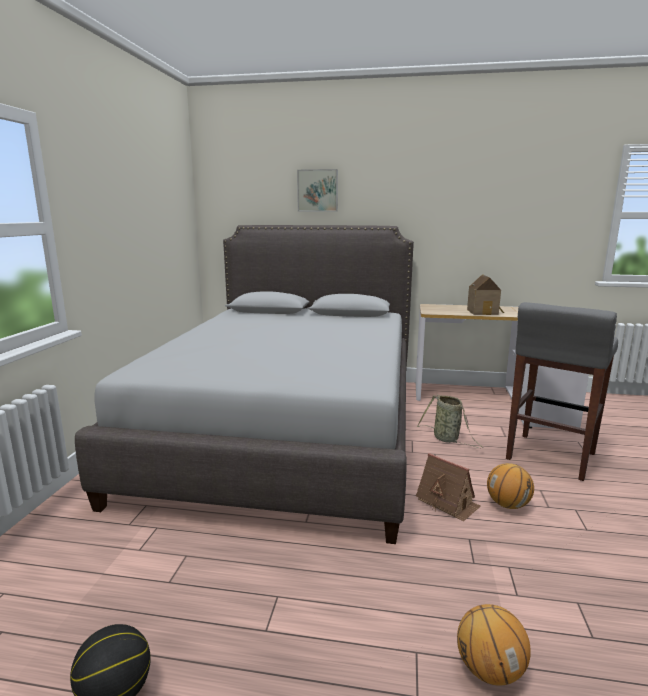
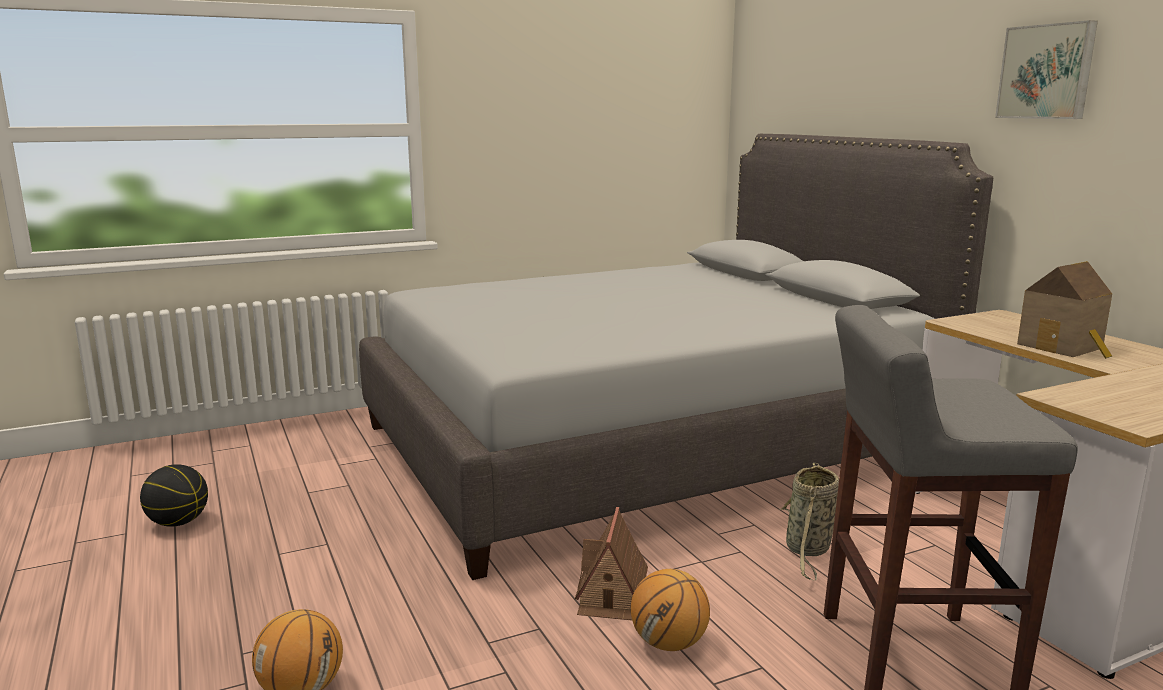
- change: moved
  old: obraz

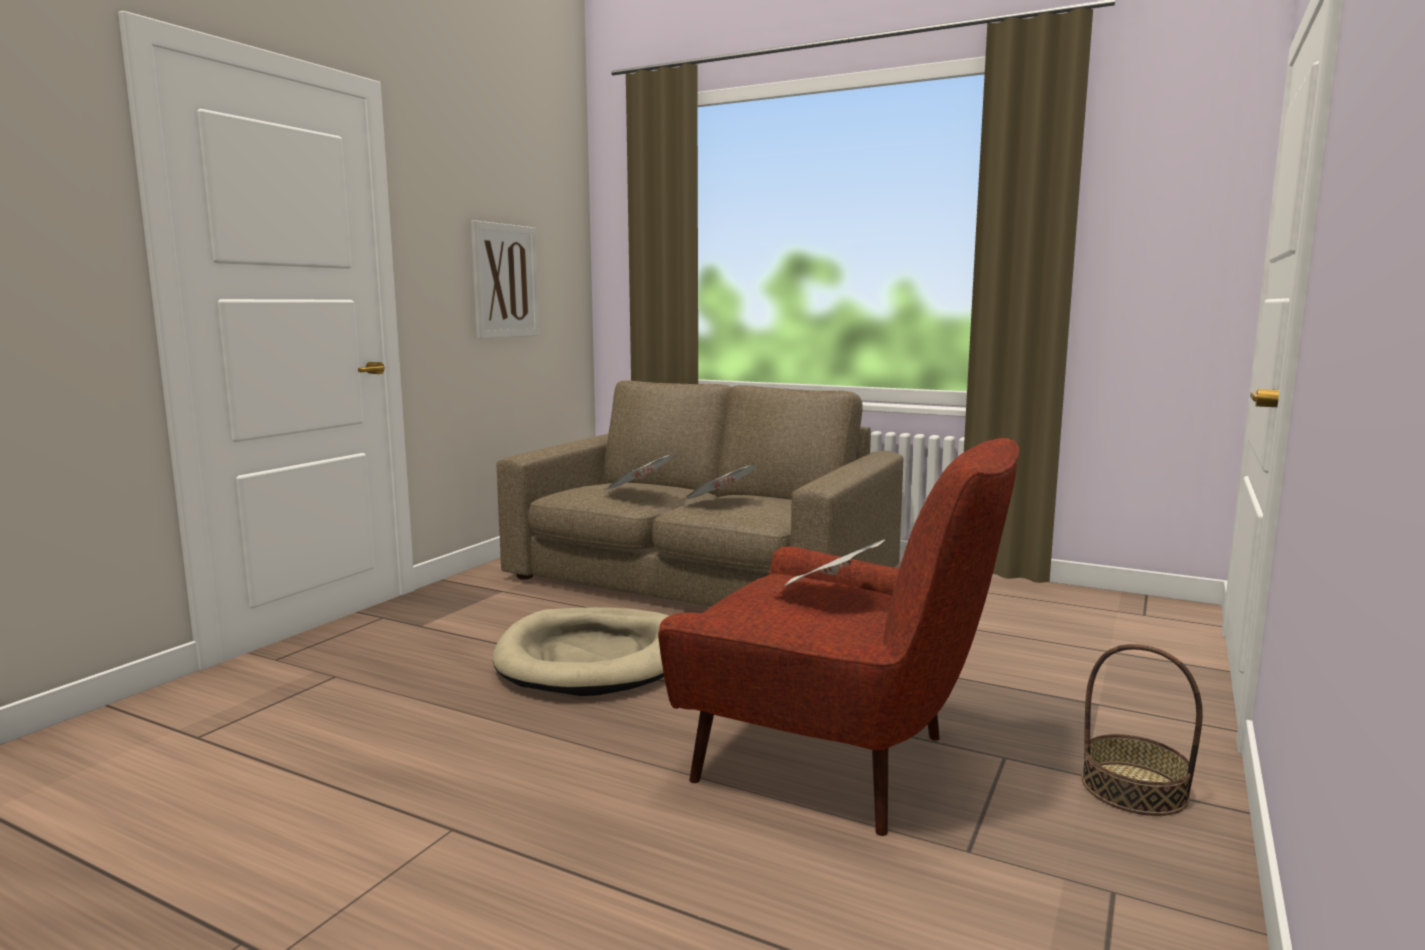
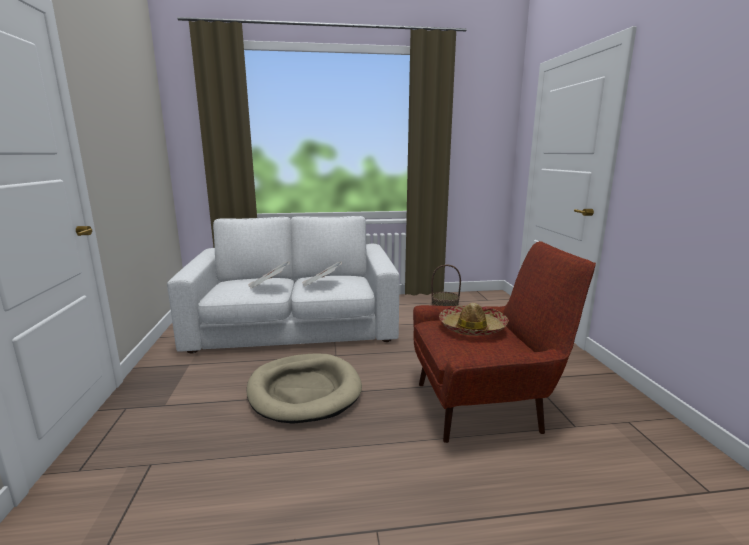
- change: removed
  old: obraz
- change: recoloured
  old: kanapa (brązowy)
  new: kanapa (biały)
- change: replaced
  old: gazeta (3rd from left)
  new: kapelusz
- change: moved
  old: koszyk

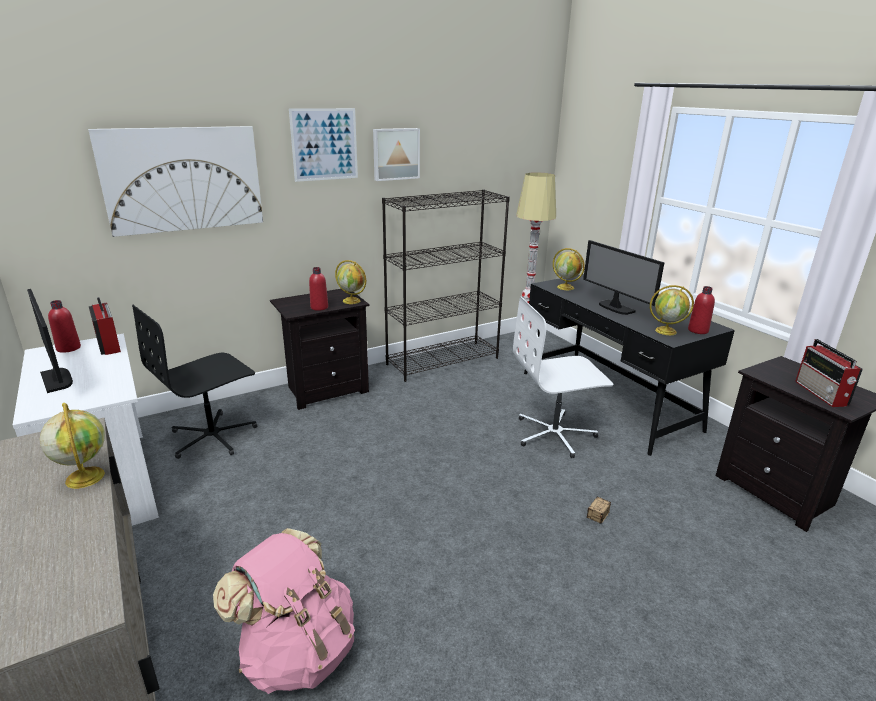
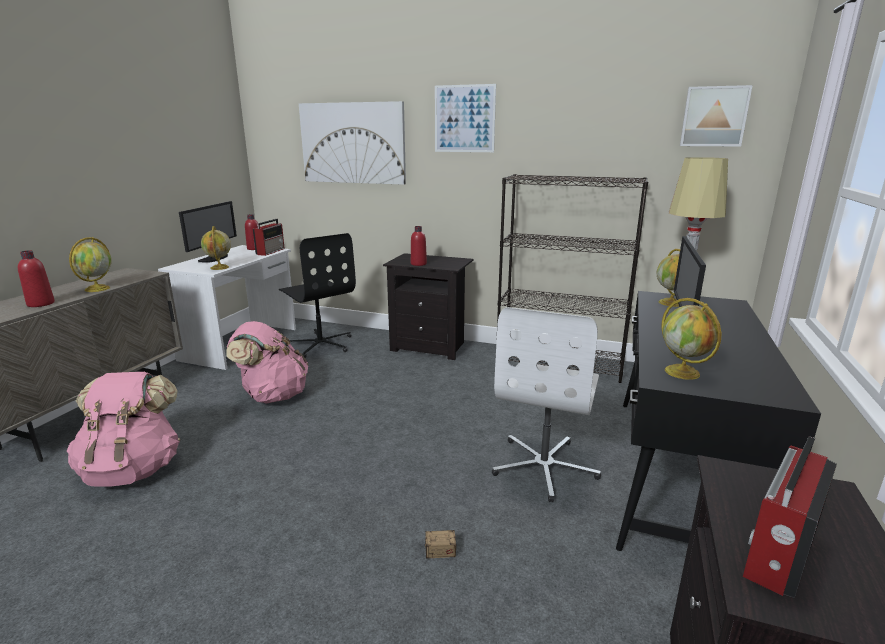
- change: turned
  old: krzesło biurowe (czarny)
  degrees: -135
- change: moved
  old: globus (2nd from left)
- change: moved
  old: obraz (3rd from left)
- change: turned
  old: krzesło biurowe (biały)
  degrees: -105
- change: moved
  old: butelka (czerwony) (3rd from left in the first image)
  new: butelka (czerwony) (1st from left)
- change: added
  new: plecak (różowy) (2nd from left)

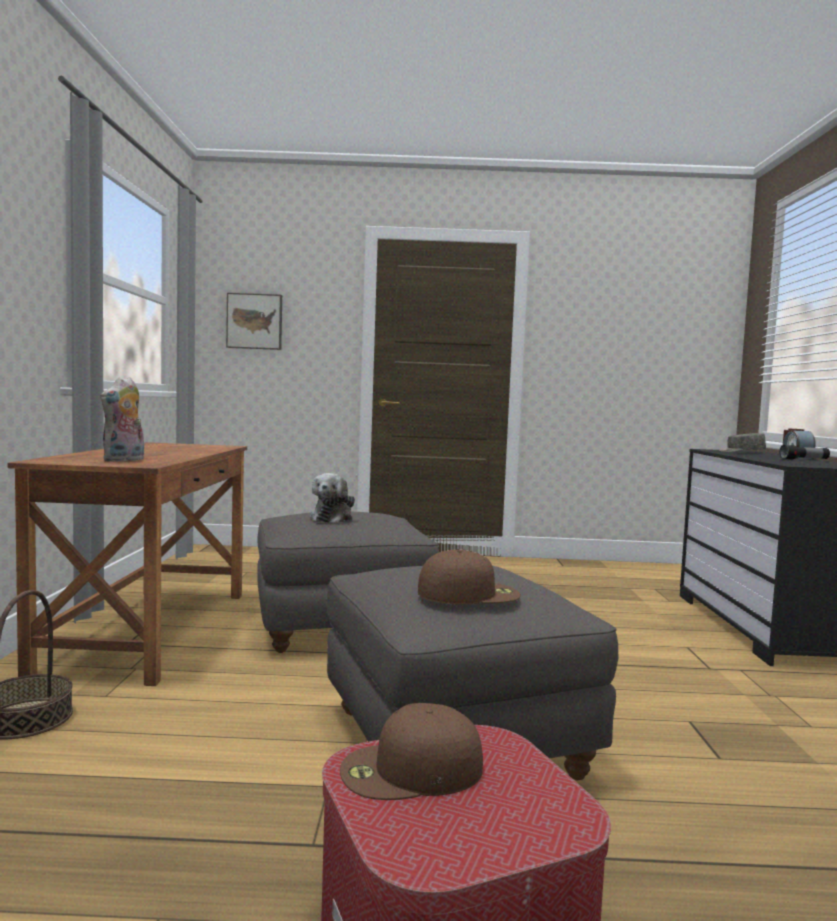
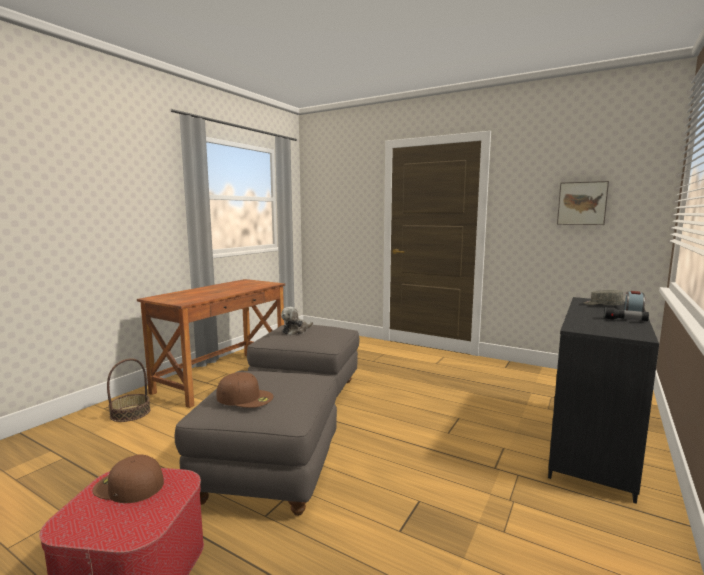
- change: removed
  old: pluszak (1st from left)
- change: moved
  old: obraz

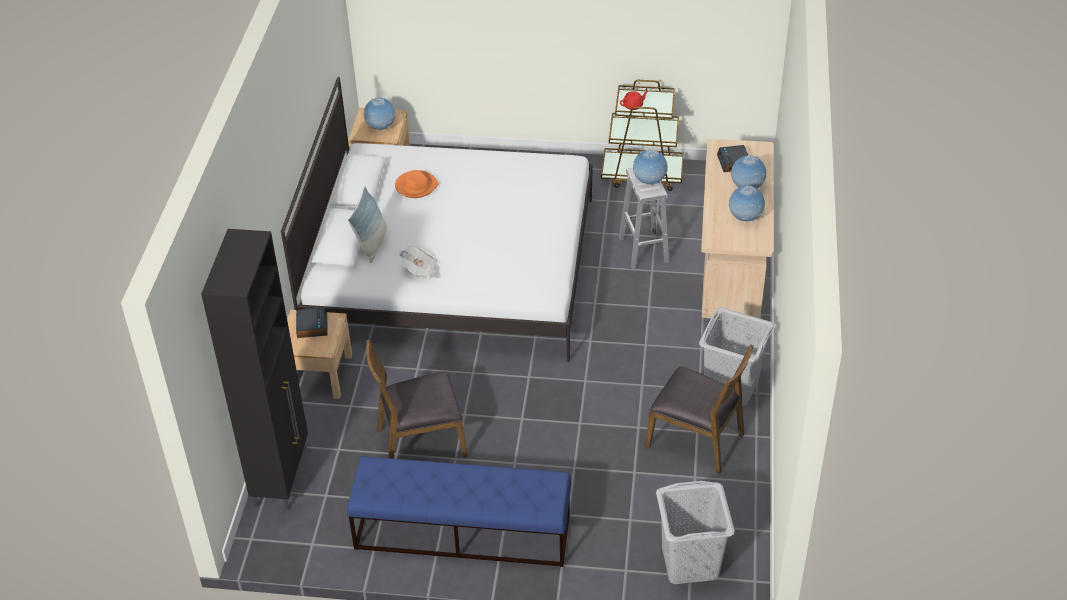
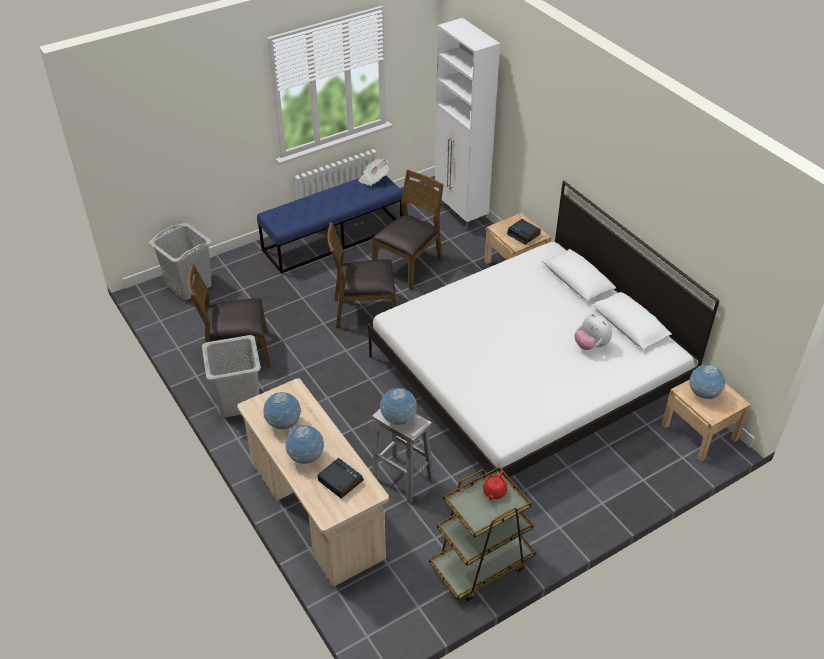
- change: recoloured
  old: szafka (czarny)
  new: szafka (biały)
- change: removed
  old: poduszka
- change: replaced
  old: kapelusz (pomarańczowy)
  new: pluszak
- change: moved
  old: gazeta
- change: added
  new: krzesło (brązowy) (2nd from left)

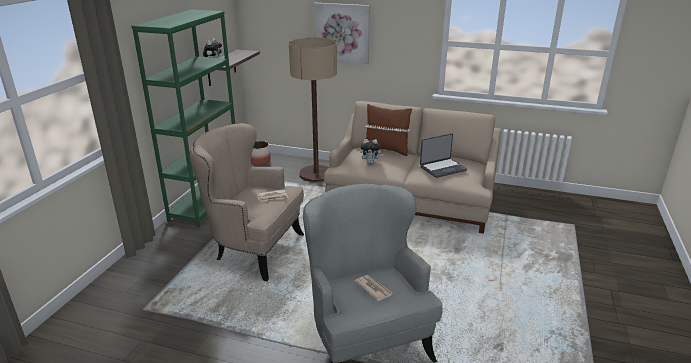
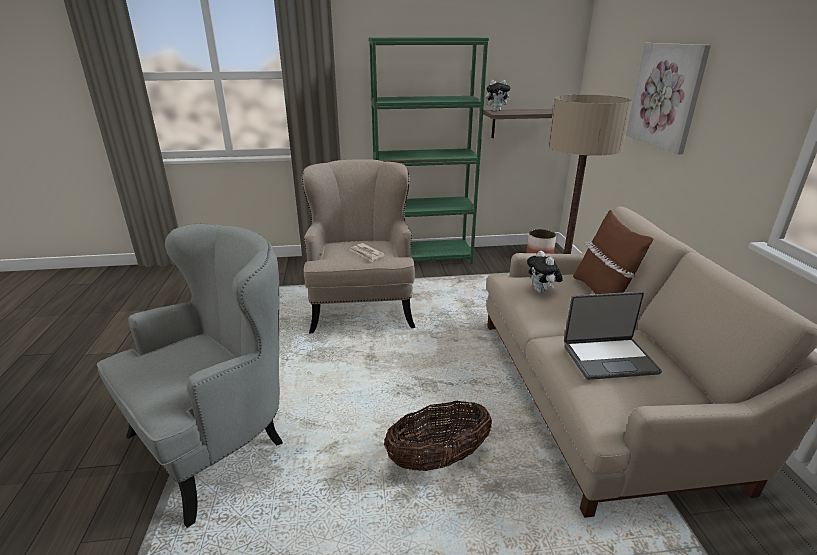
- change: removed
  old: gazeta (2nd from left)
- change: turned
  old: laptop
  degrees: -45
- change: added
  new: koszyk

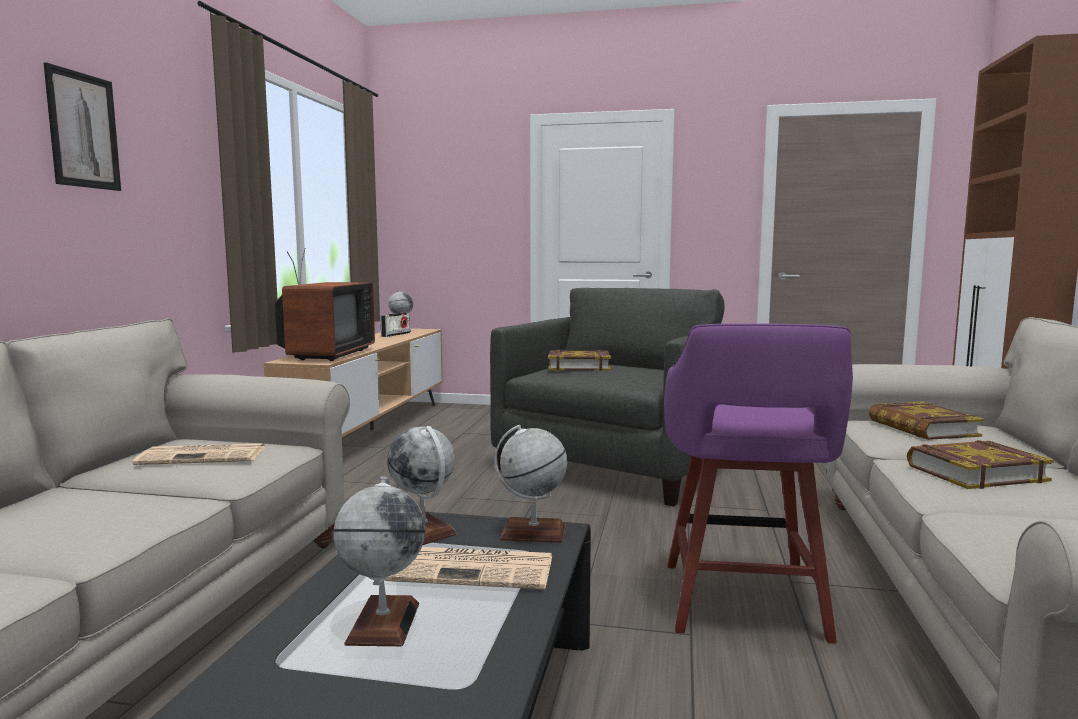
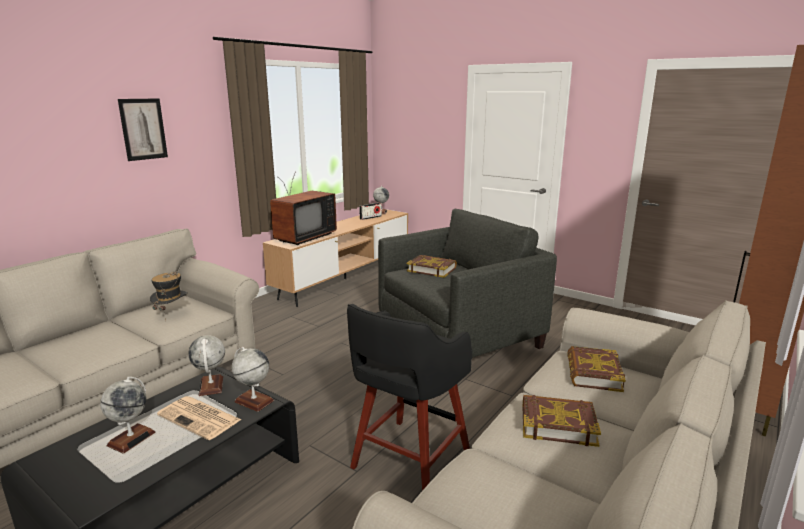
- change: replaced
  old: gazeta (1st from left)
  new: kapelusz
- change: recoloured
  old: stołek (fioletowy)
  new: stołek (czarny)

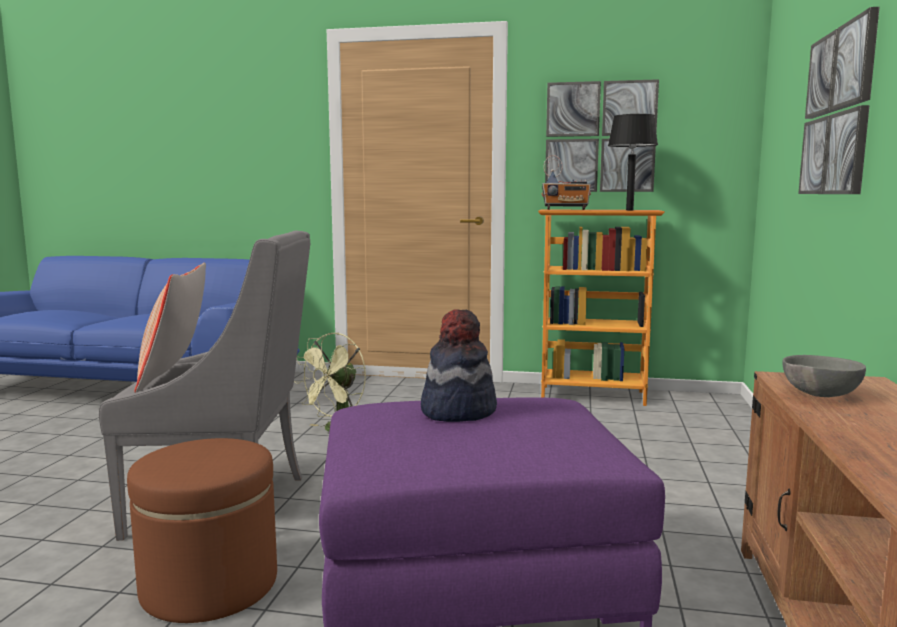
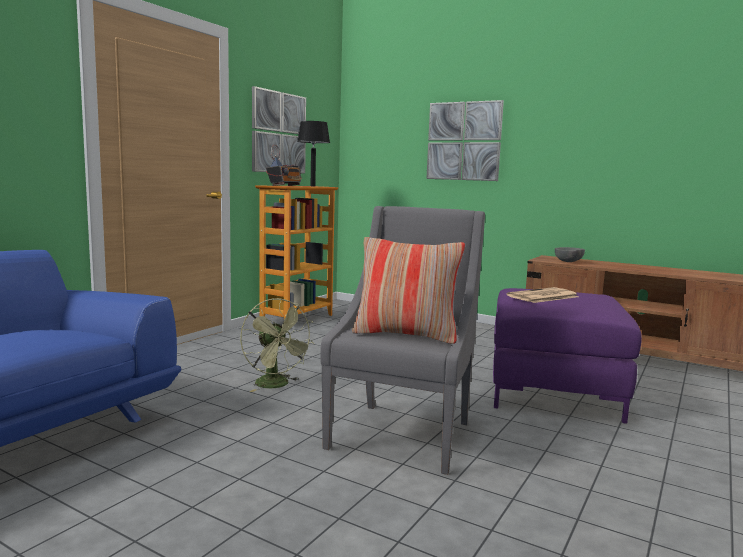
- change: removed
  old: pufa (brązowy)
- change: replaced
  old: kapelusz
  new: gazeta

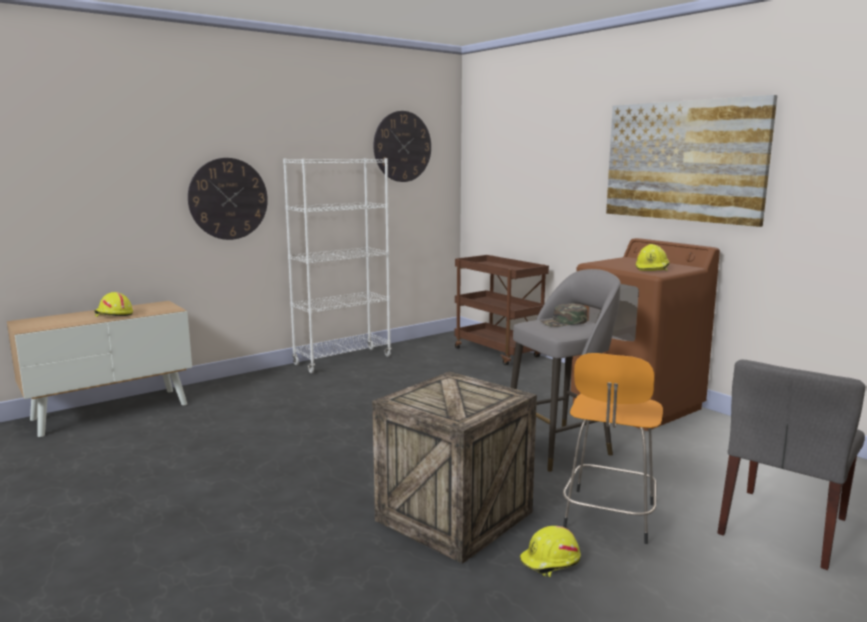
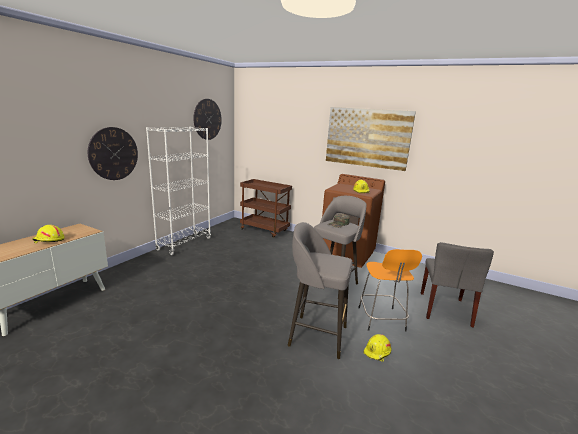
- change: replaced
  old: skrzynka
  new: stołek (szary) (1st from left)

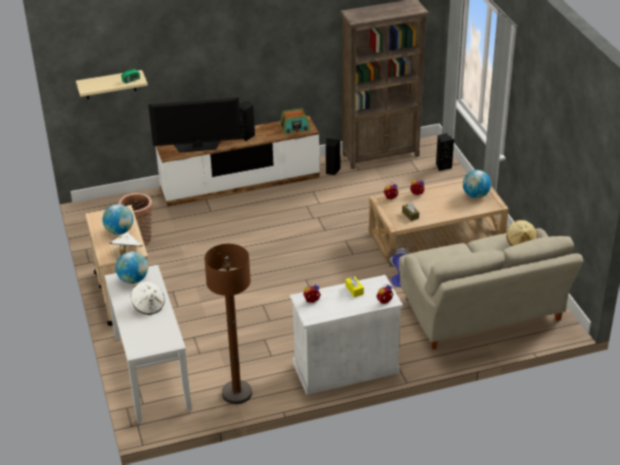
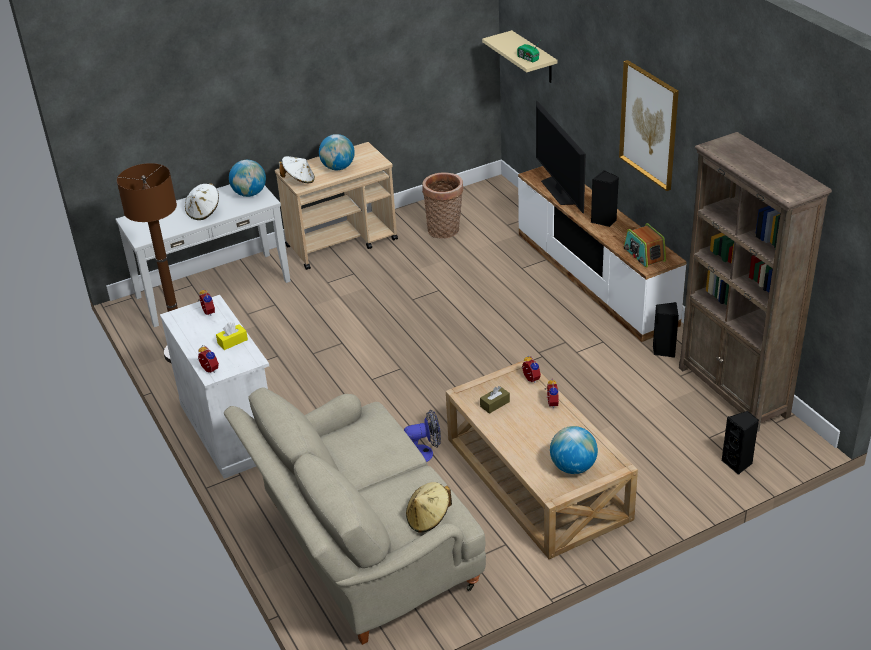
- change: added
  new: obraz

